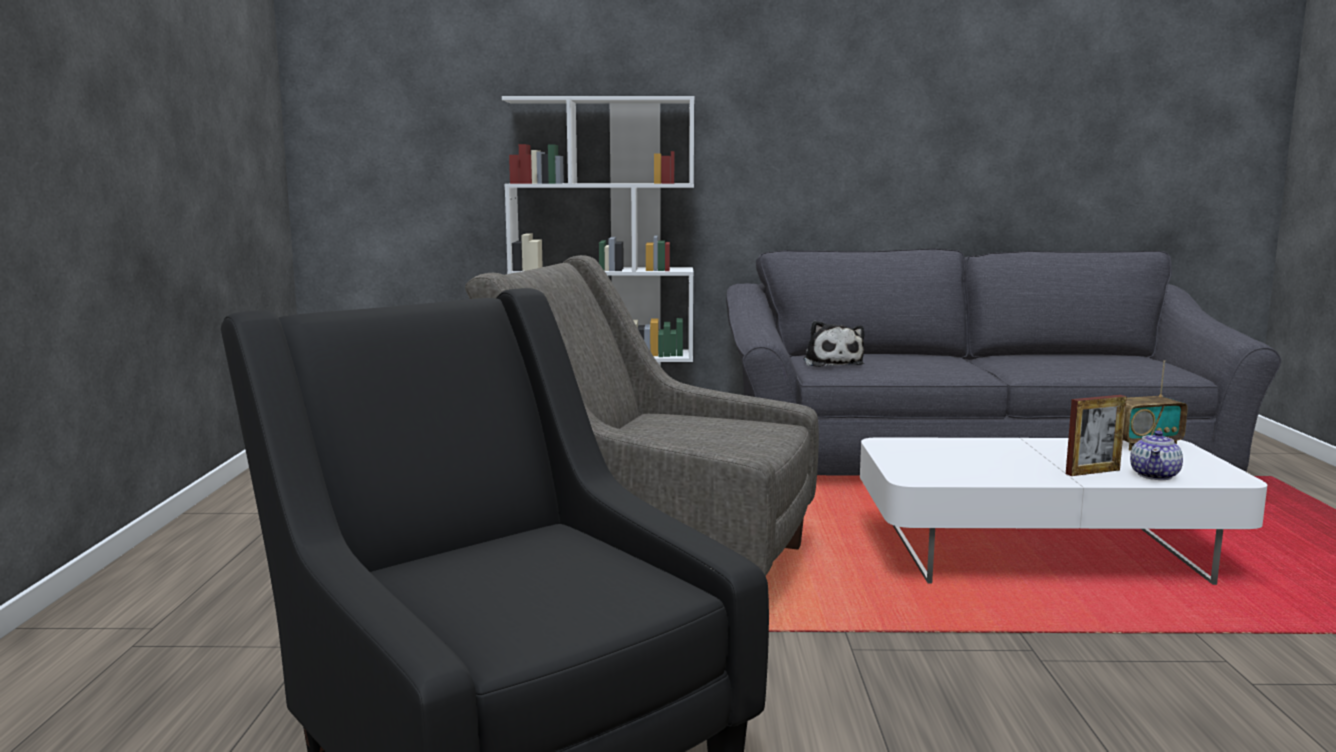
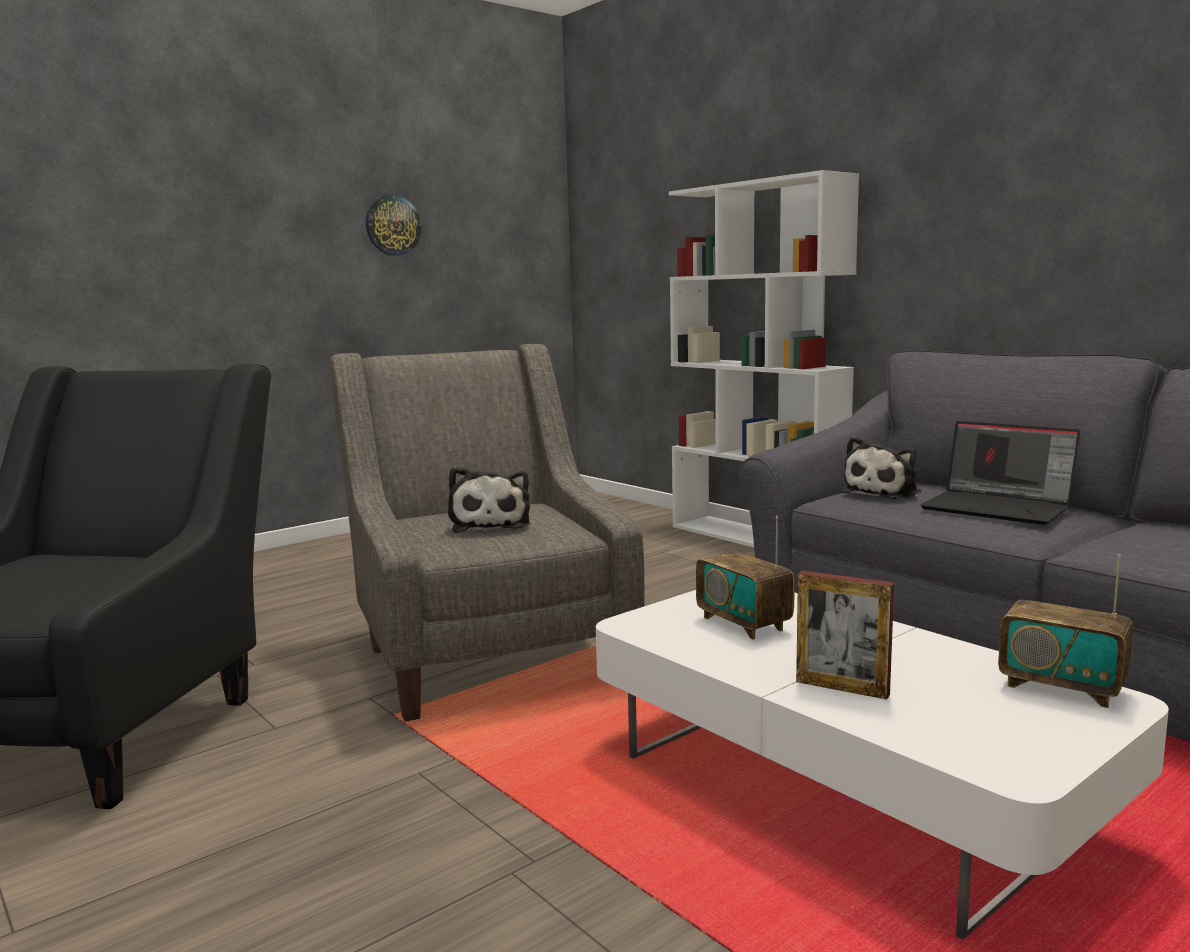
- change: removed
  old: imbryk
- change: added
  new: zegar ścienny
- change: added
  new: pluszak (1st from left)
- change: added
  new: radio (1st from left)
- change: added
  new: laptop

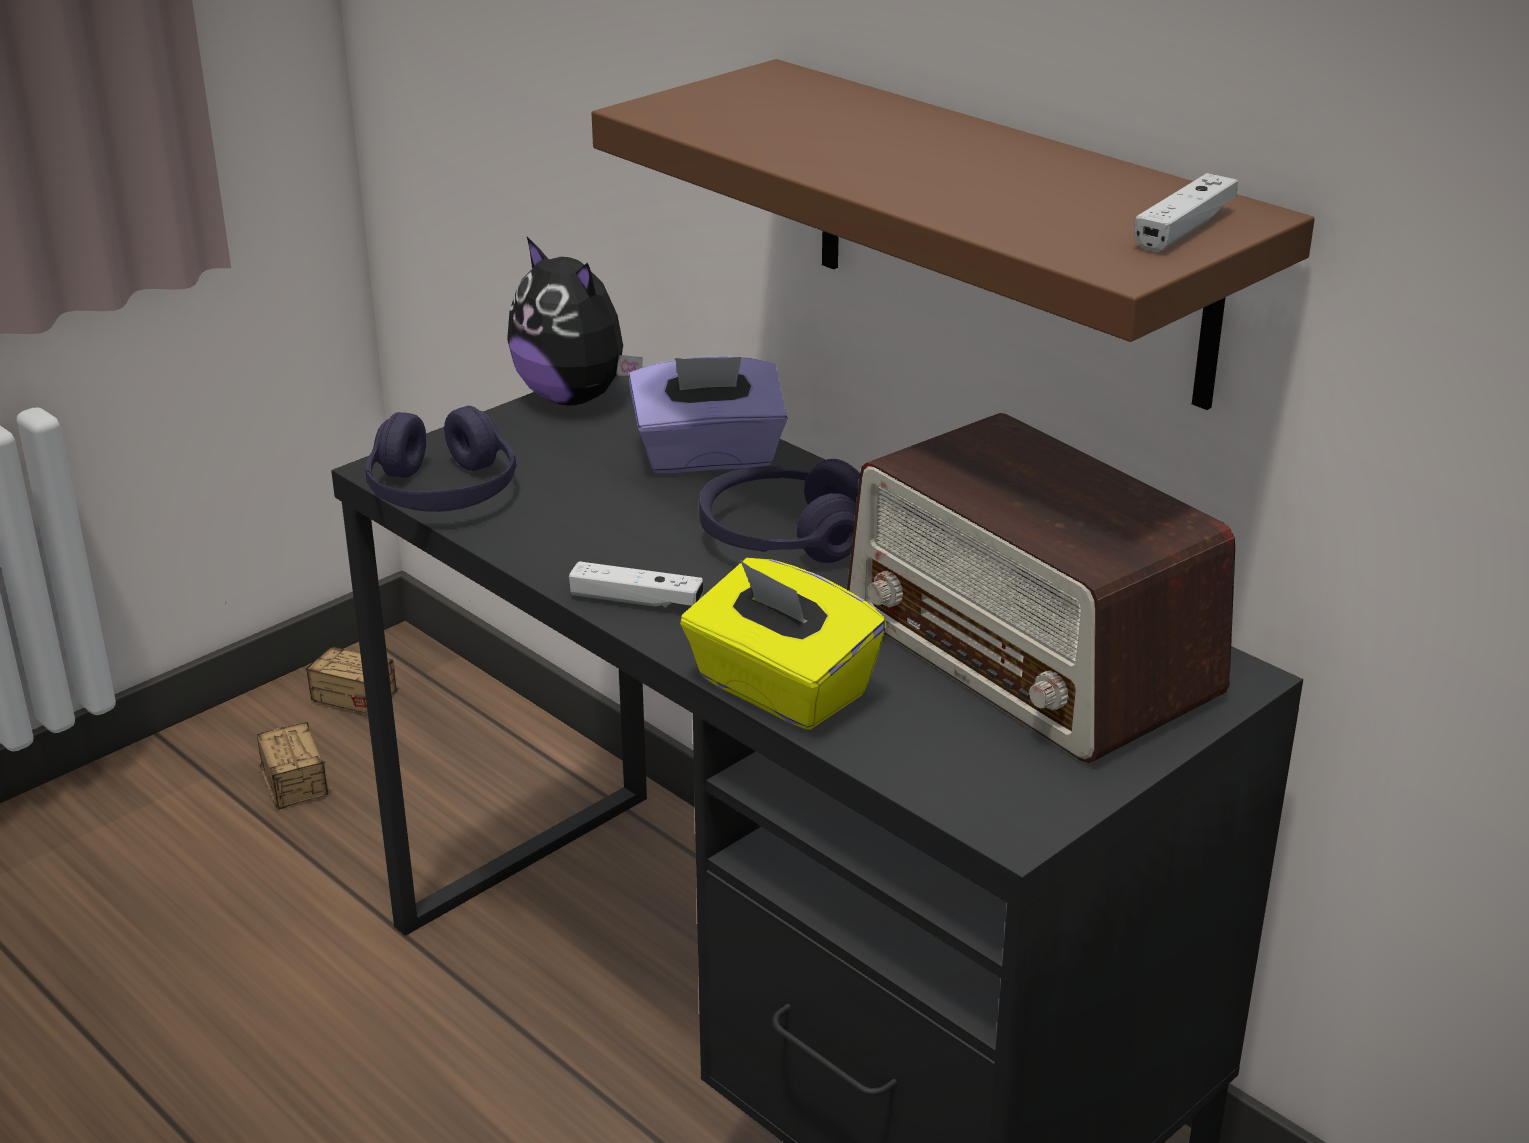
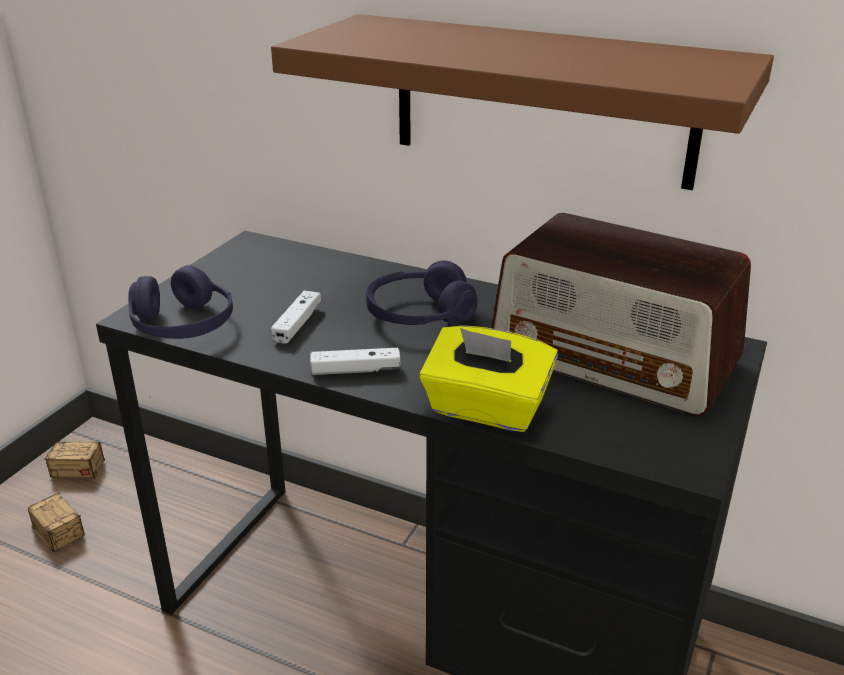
- change: removed
  old: pluszak
- change: removed
  old: pudełko chusteczek (fioletowy)
- change: moved
  old: pad do gier (biały) (2nd from left in the first image)
  new: pad do gier (biały) (1st from left)

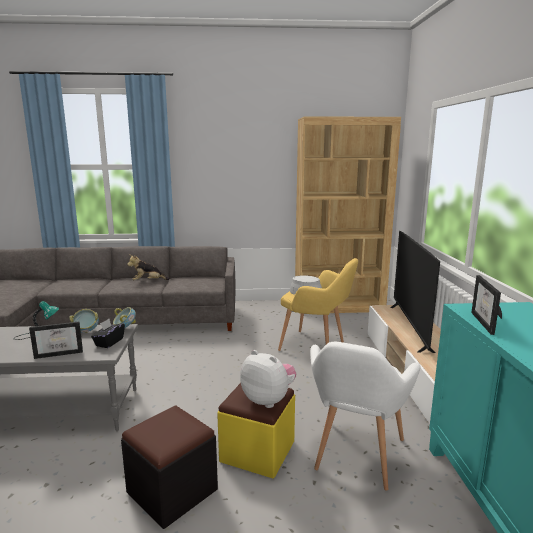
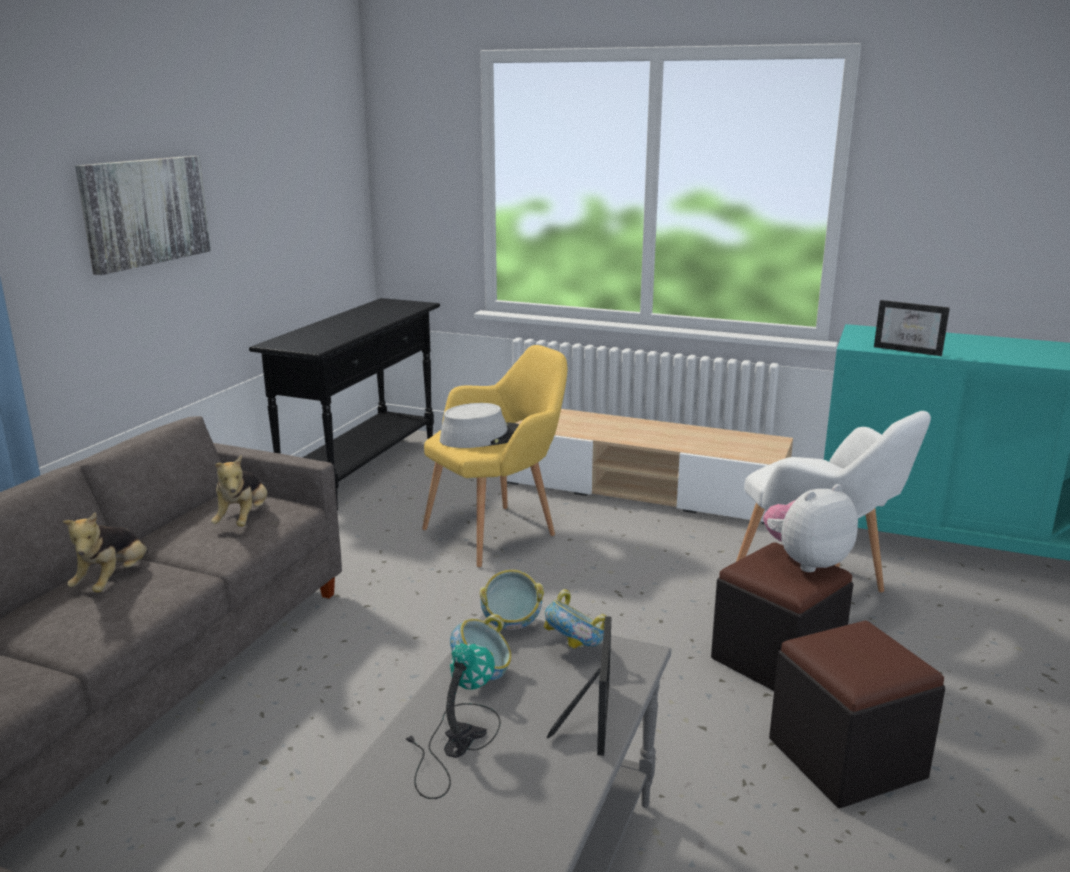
- change: replaced
  old: pudełko chusteczek (czarny)
  new: miska (3rd from left)
- change: recoloured
  old: pufa (żółty)
  new: pufa (czarny) (1st from left)
- change: replaced
  old: regał (brązowy)
  new: stolik konsolowy (czarny)
- change: removed
  old: telewizor
- change: added
  new: obraz
- change: added
  new: pluszak (2nd from left)

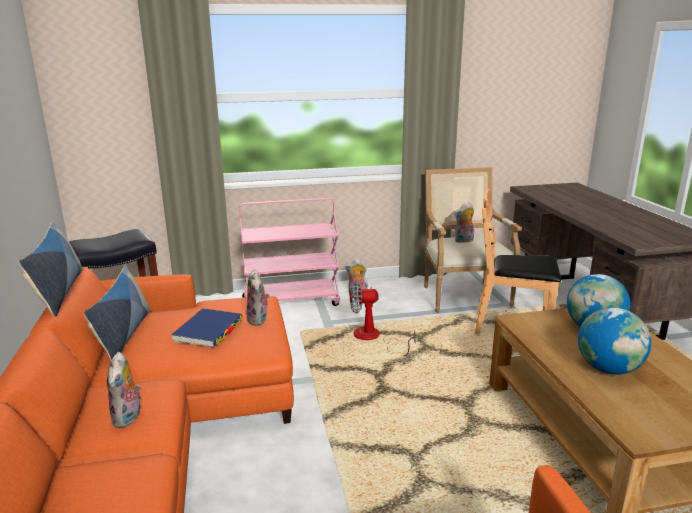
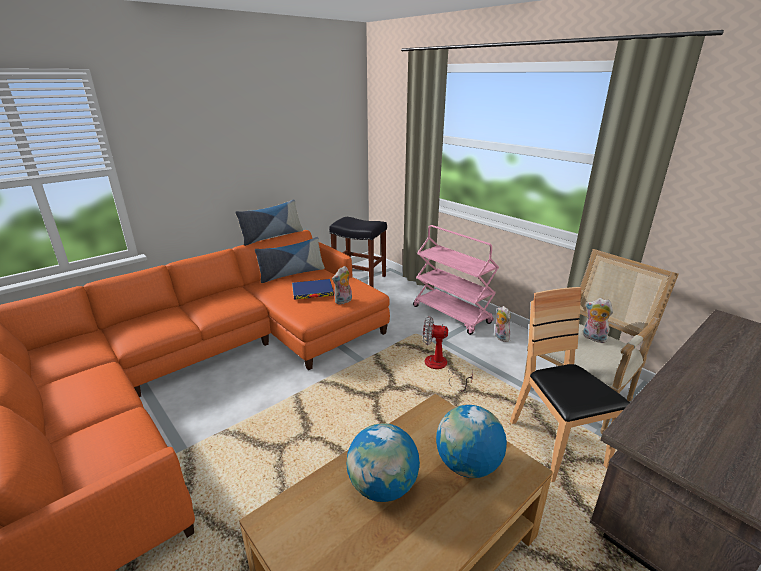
- change: removed
  old: pluszak (1st from left)
- change: turned
  old: wentylator
  degrees: -45

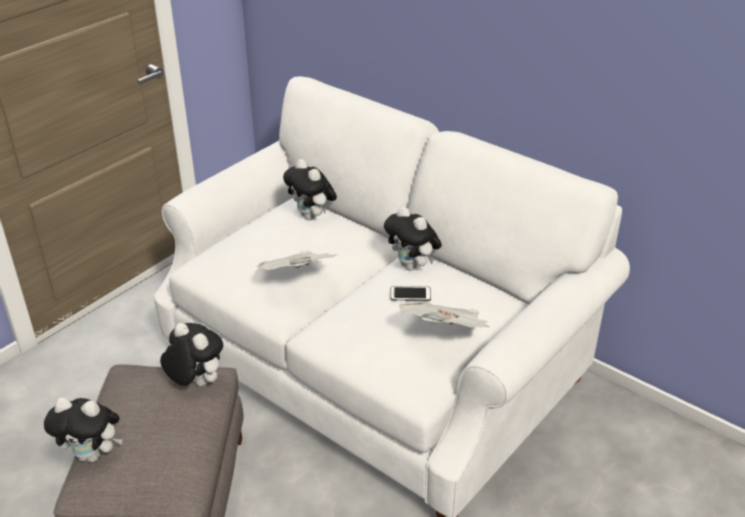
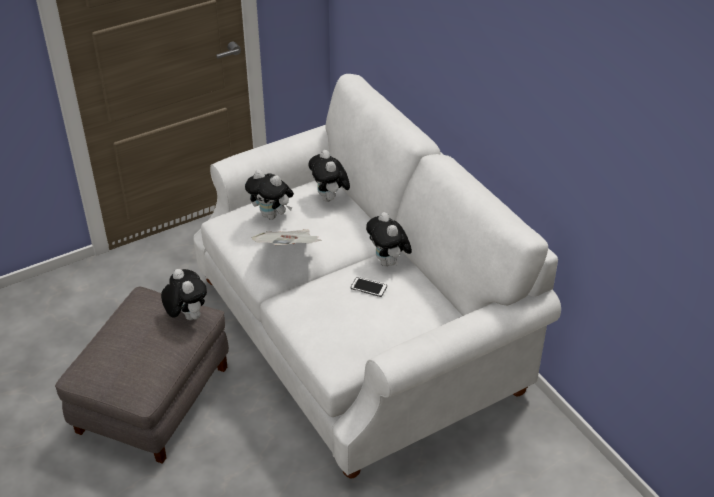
- change: moved
  old: pluszak (1st from left in the first image)
  new: pluszak (2nd from left)
- change: removed
  old: gazeta (2nd from left)

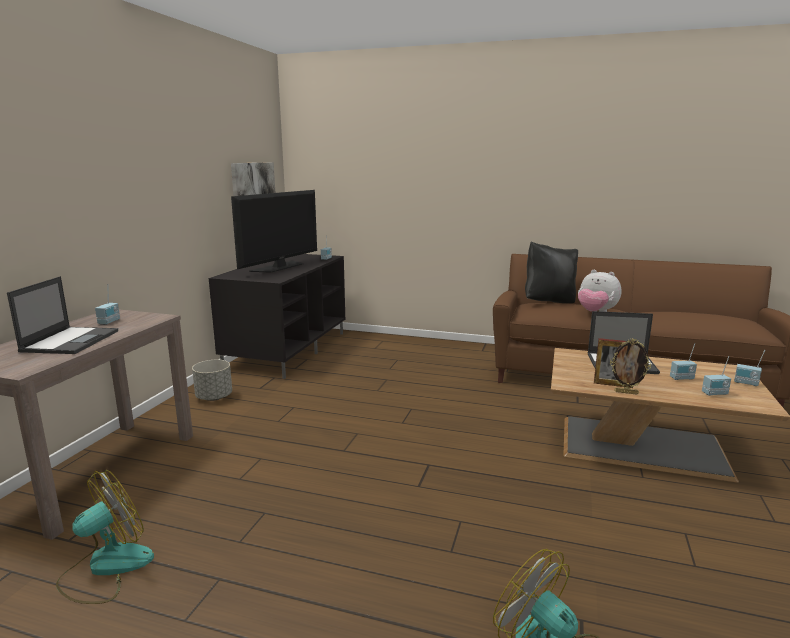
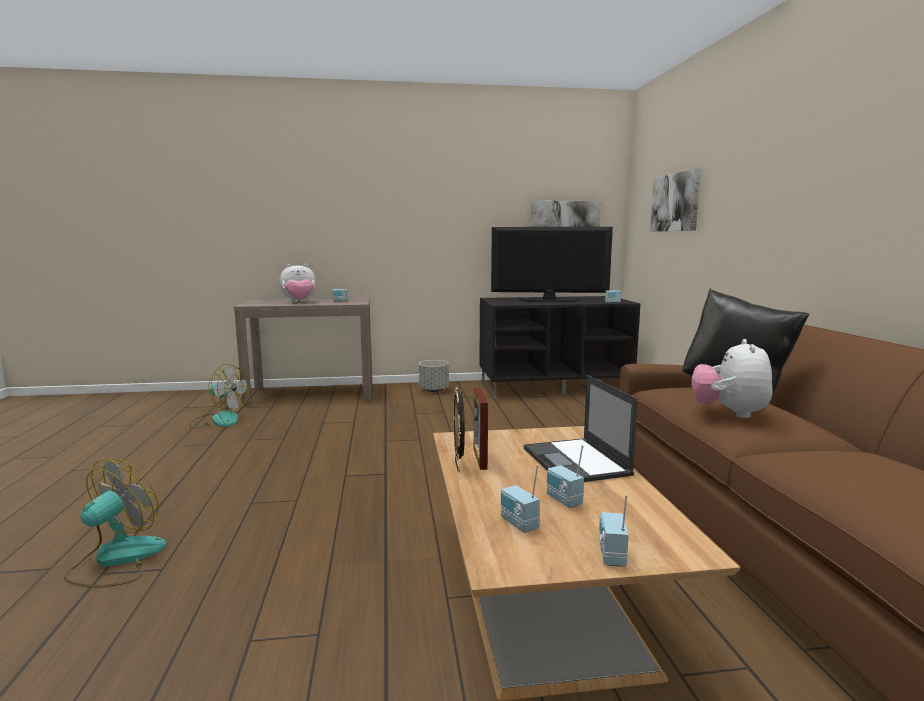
- change: replaced
  old: laptop (1st from left)
  new: pluszak (1st from left)
- change: added
  new: obraz (2nd from left)

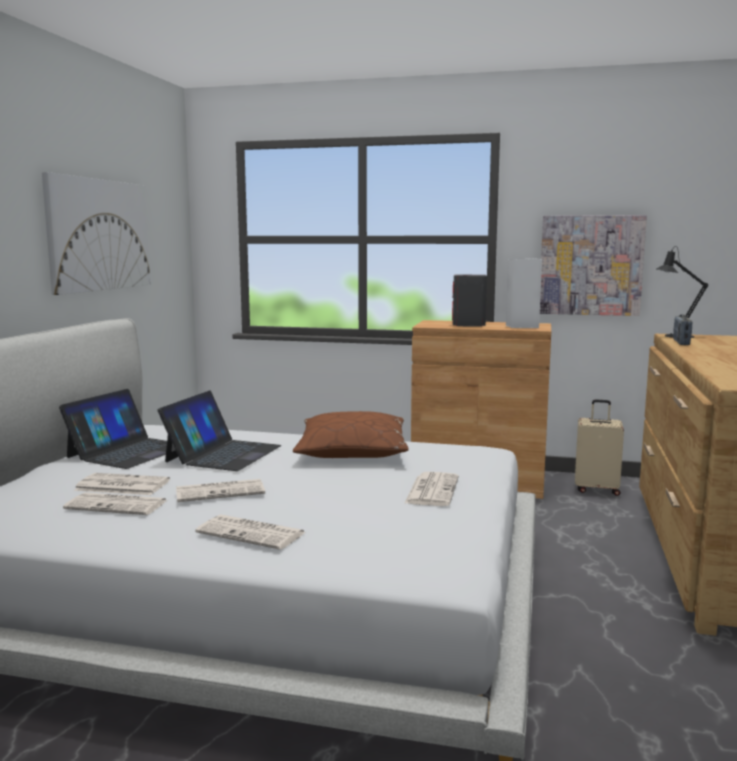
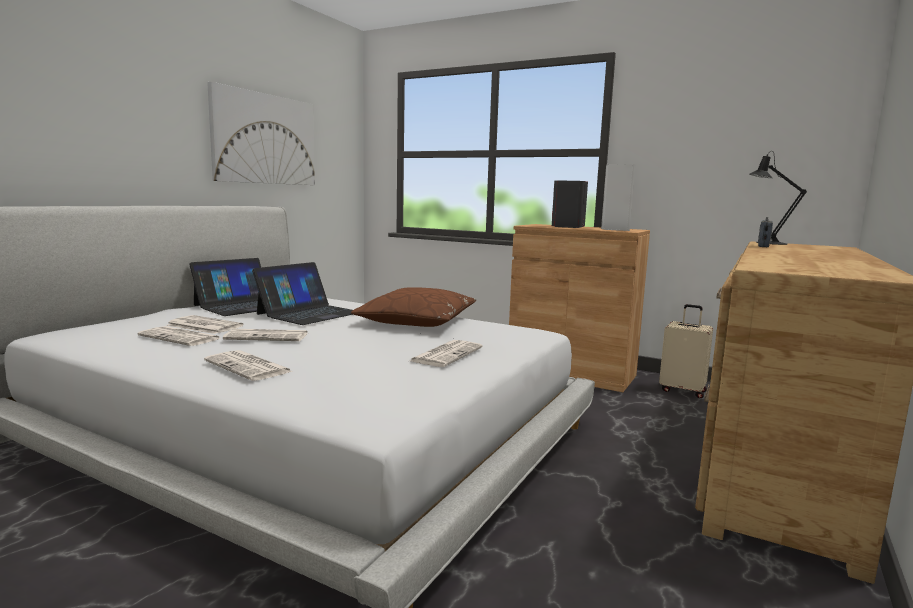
- change: removed
  old: obraz (2nd from left)

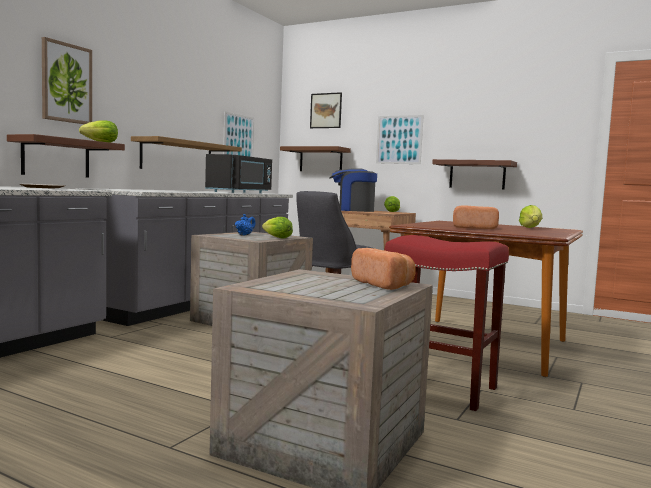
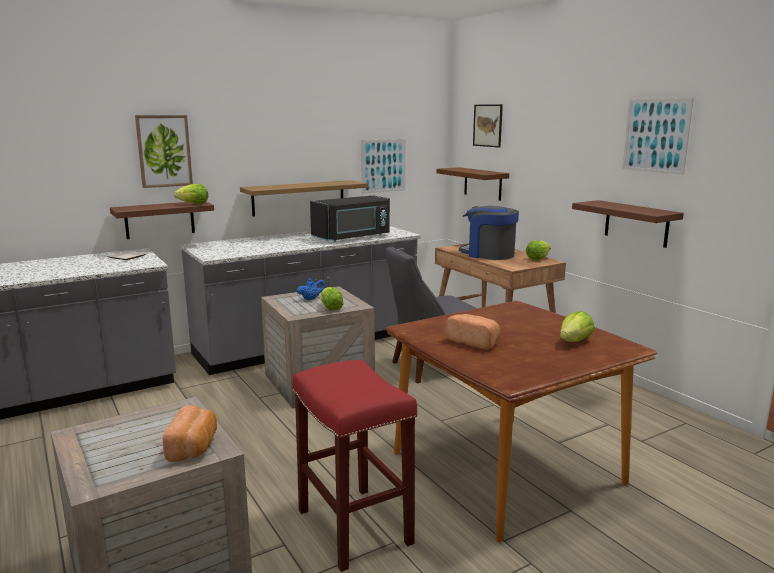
- change: moved
  old: obraz (4th from left)

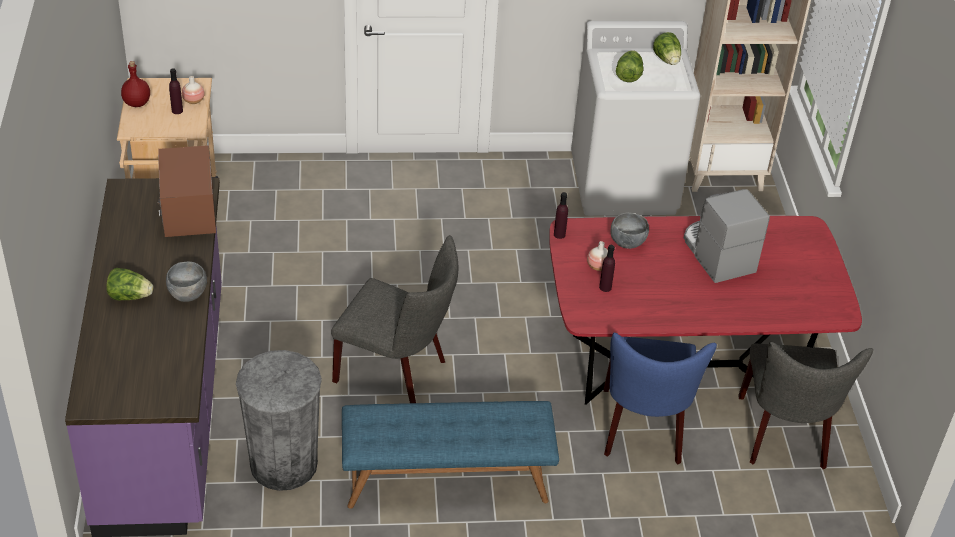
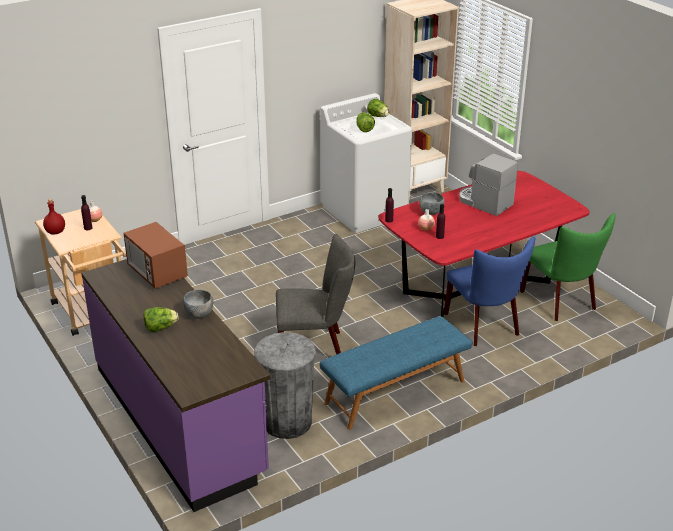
- change: recoloured
  old: krzesło (szary) (2nd from left)
  new: krzesło (zielony)

